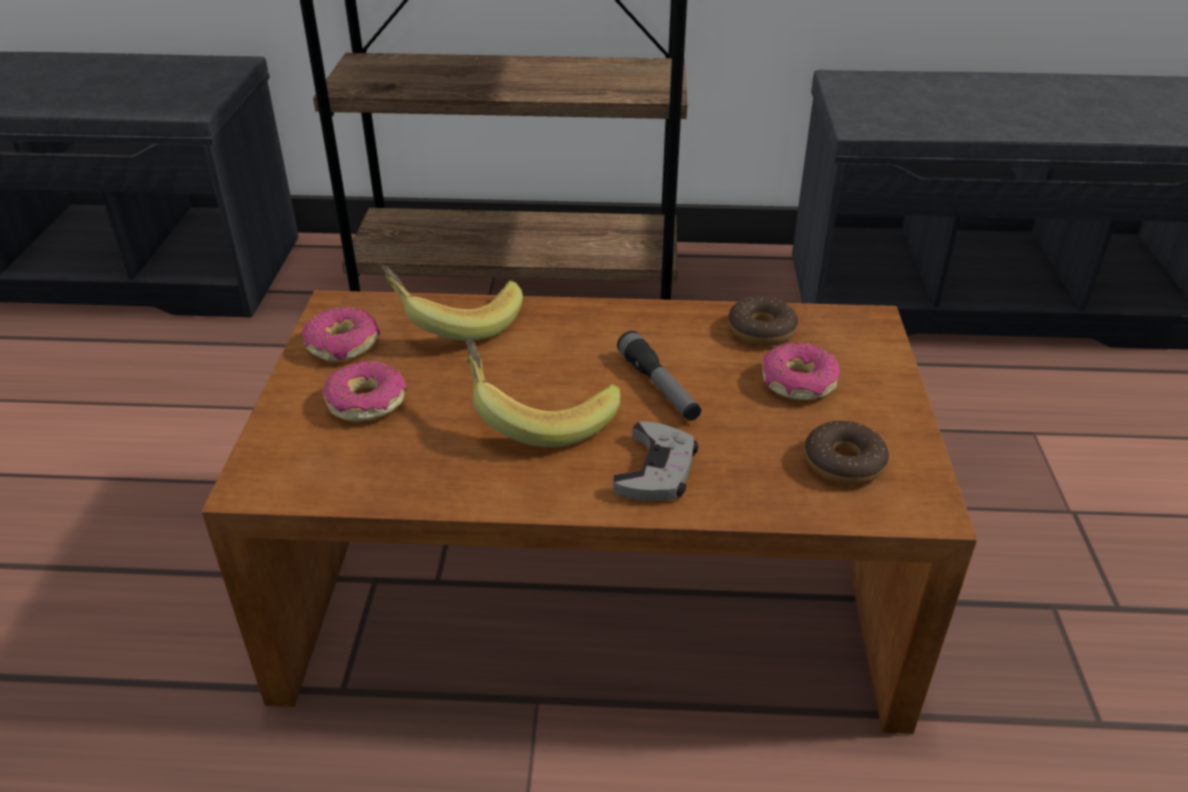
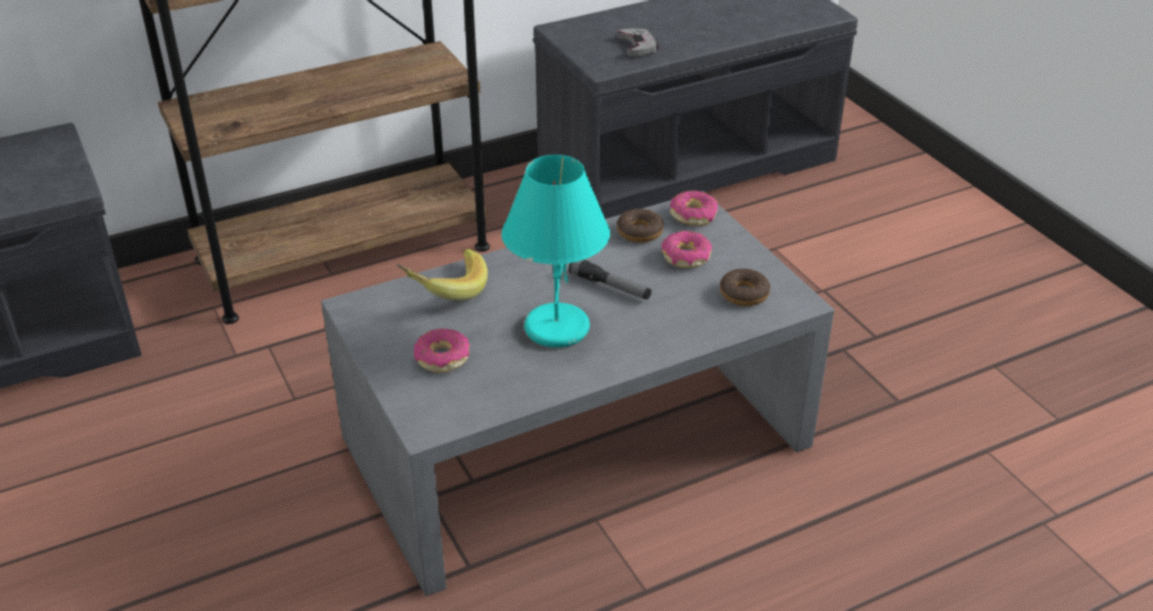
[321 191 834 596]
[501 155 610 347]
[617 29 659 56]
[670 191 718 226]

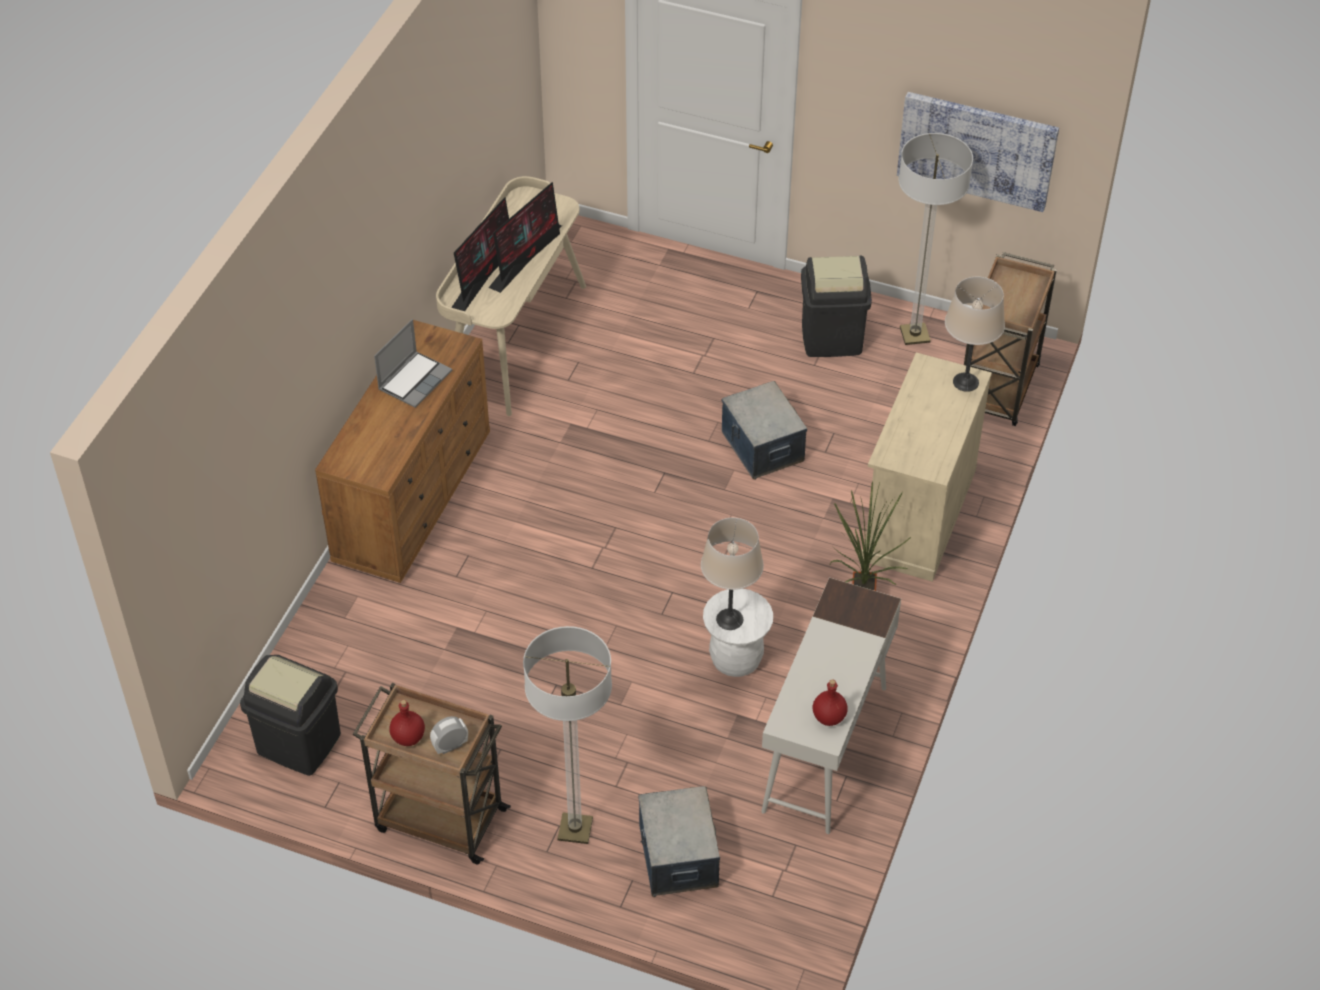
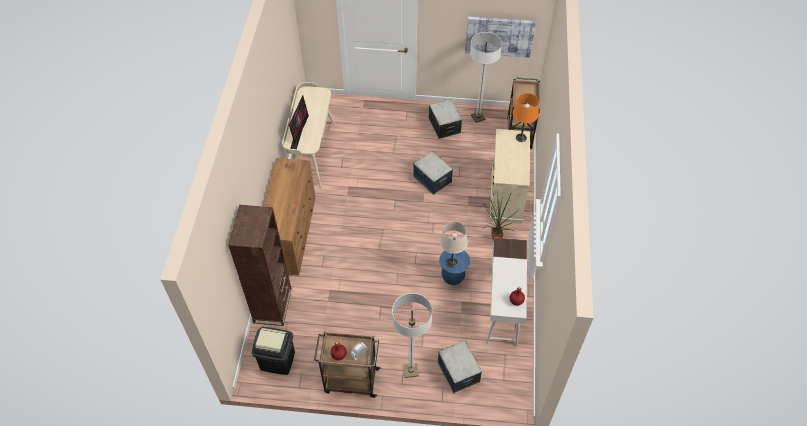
[228 205 292 326]
[429 99 462 139]
[439 250 470 285]
[513 93 539 142]
[374 319 452 408] (first image)
[489 182 562 293] (first image)

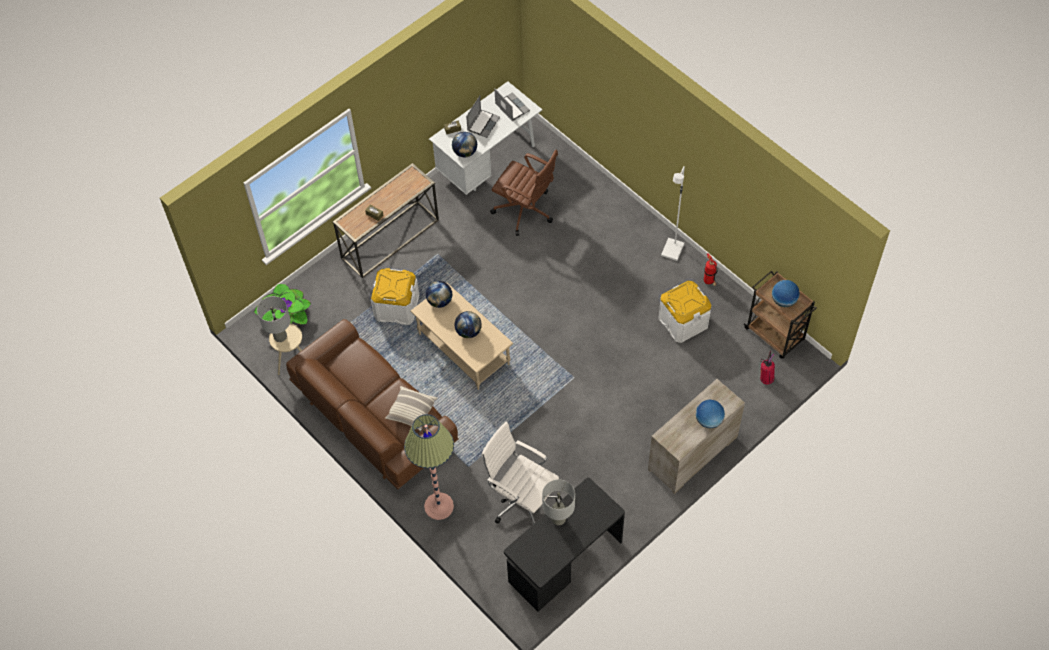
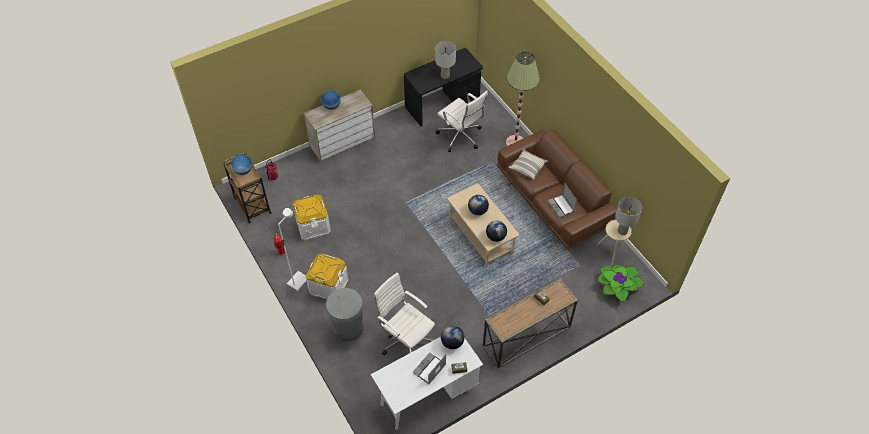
[306 254 348 300]
[325 288 364 342]
[374 272 435 355]
[548 184 578 218]

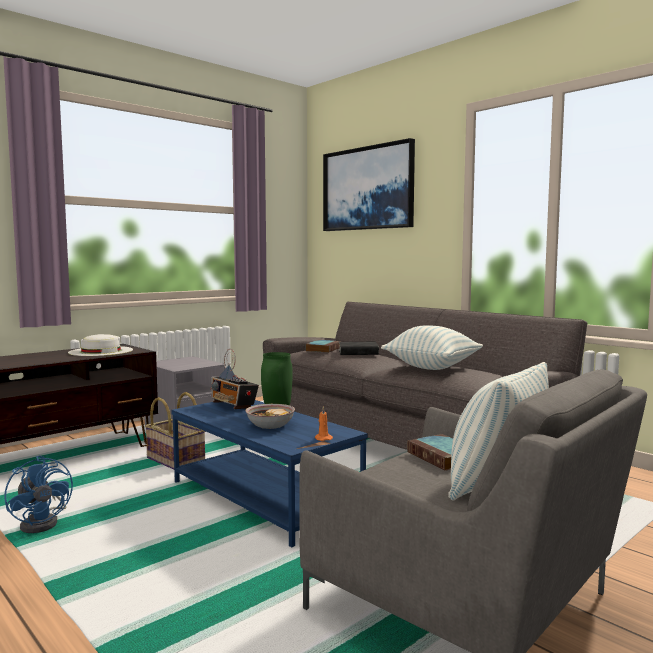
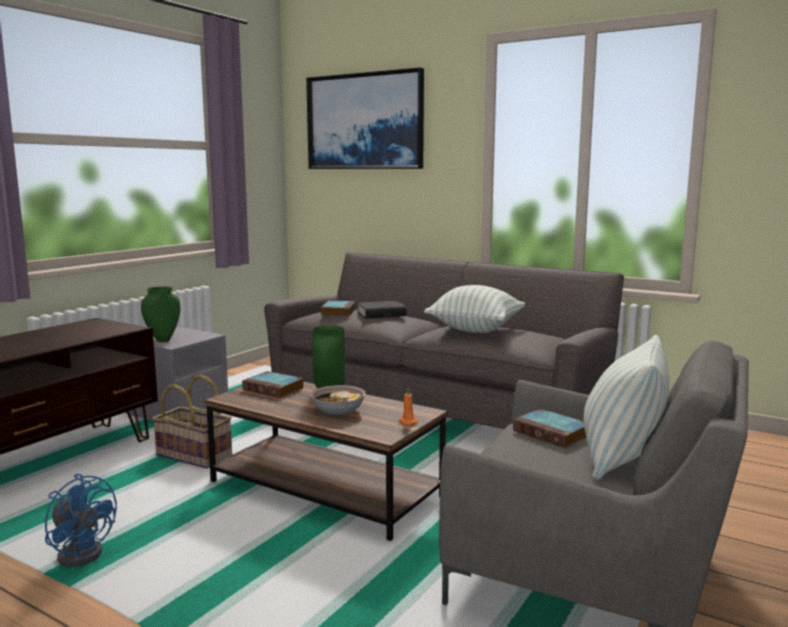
[141 286 181 342]
[205 381 447 541]
[242 371 304 398]
[68 334 133 356] (first image)

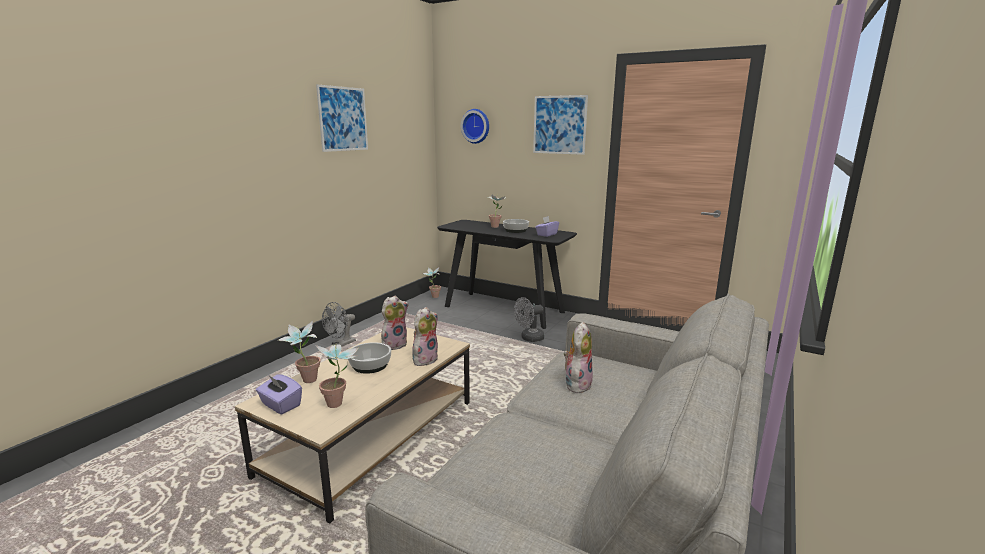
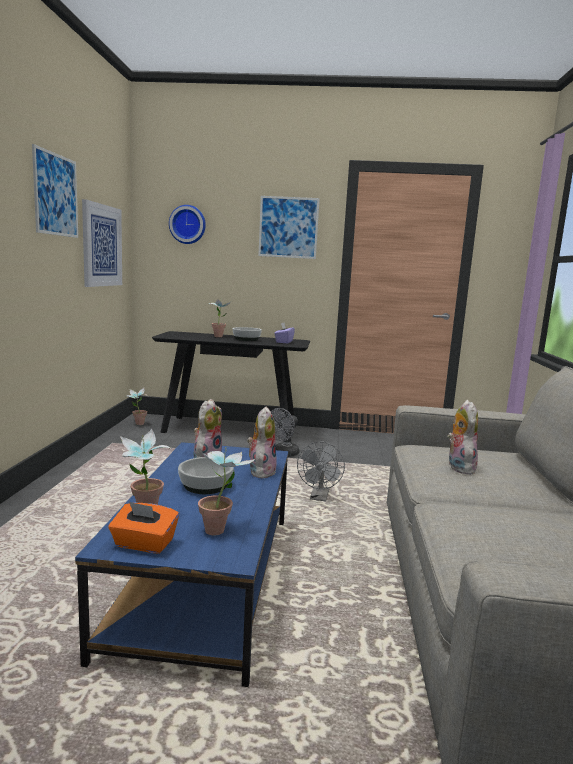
[75 442 288 687]
[82 199 122 287]
[109 502 179 554]
[297 441 345 501]

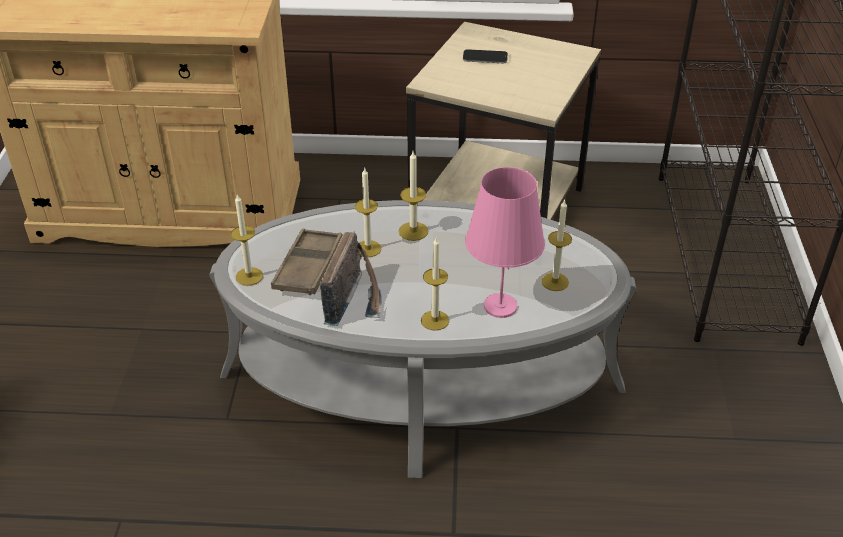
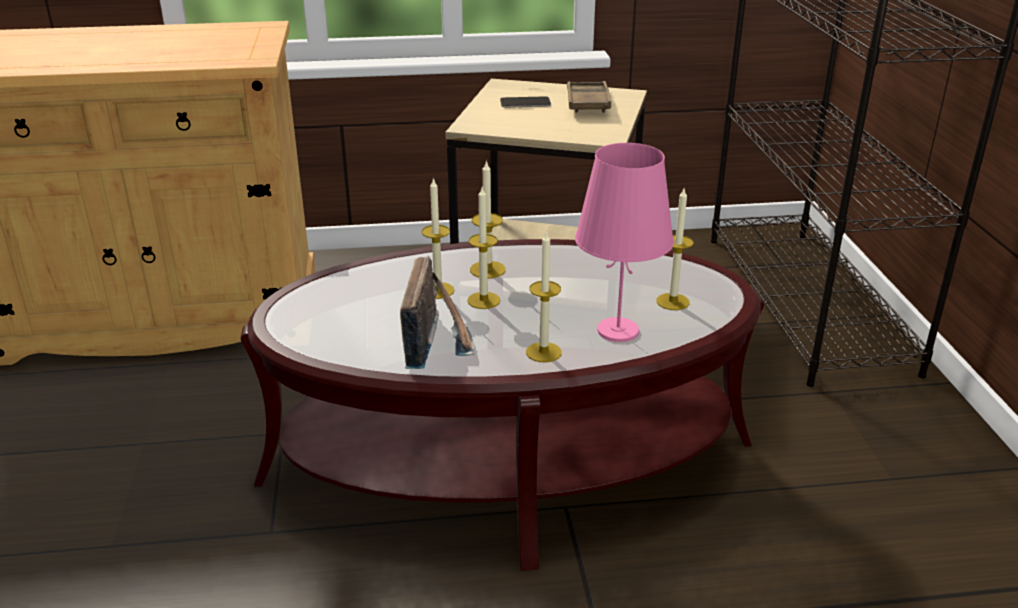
[241 239 764 571]
[467 188 500 309]
[567 81 611 113]

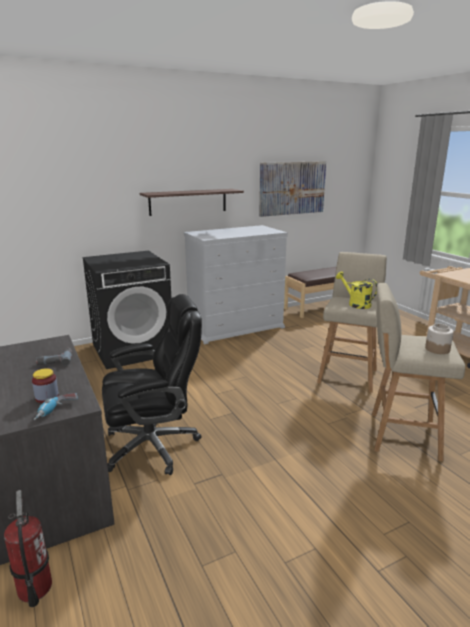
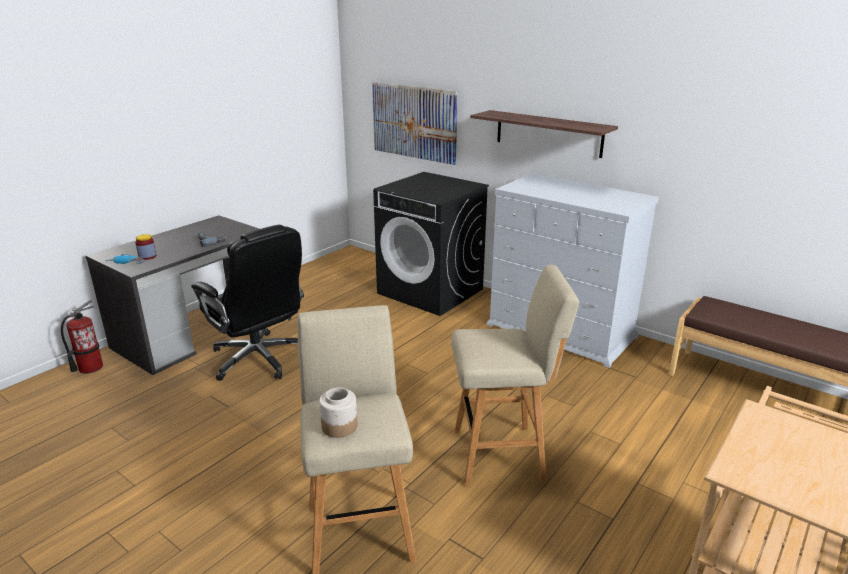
[372 82 458 165]
[336 272 377 309] (first image)

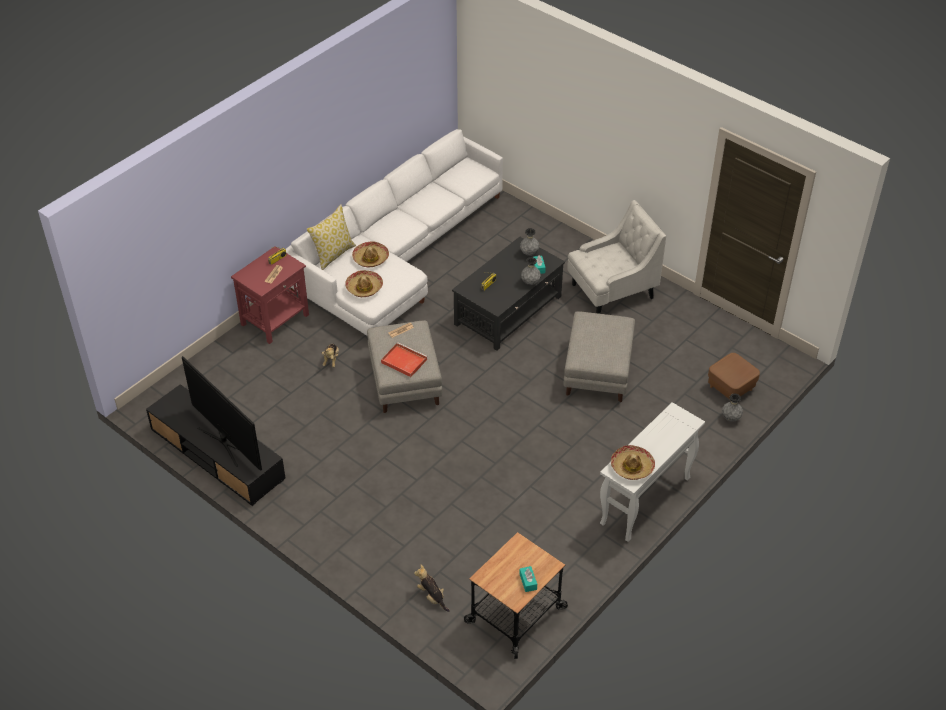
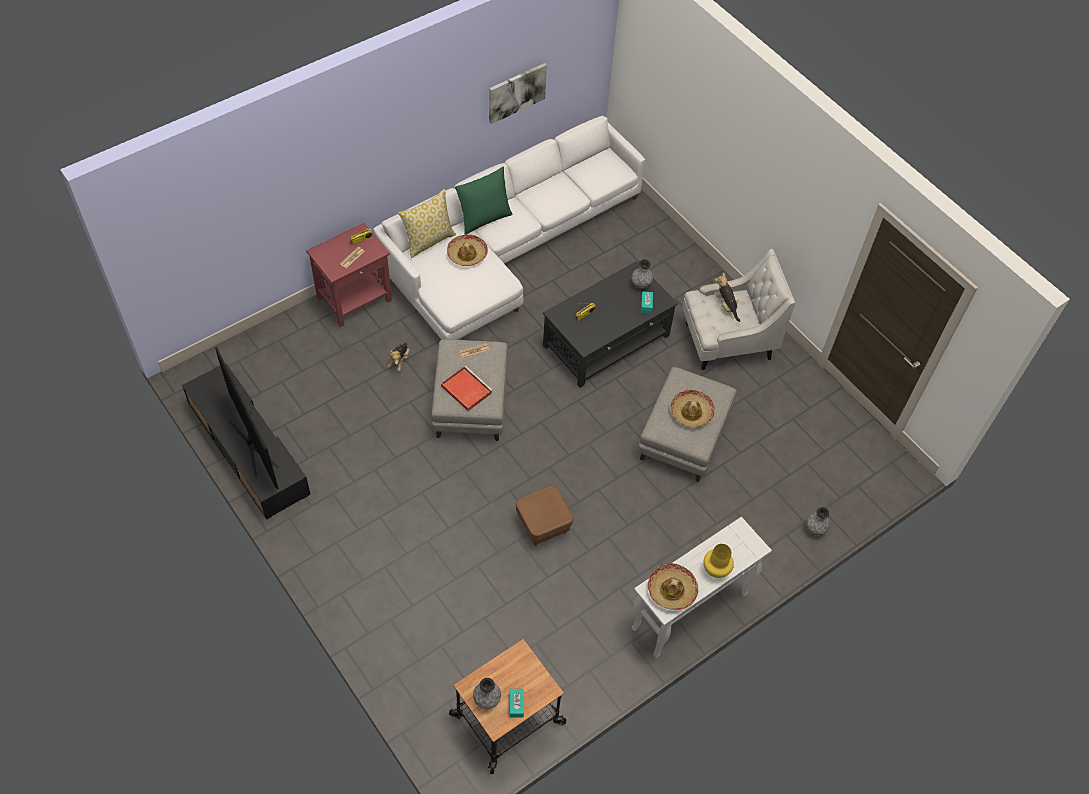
[455 167 513 235]
[473 678 501 709]
[489 63 547 124]
[516 486 573 546]
[671 390 715 428]
[704 544 734 578]
[714 273 740 322]

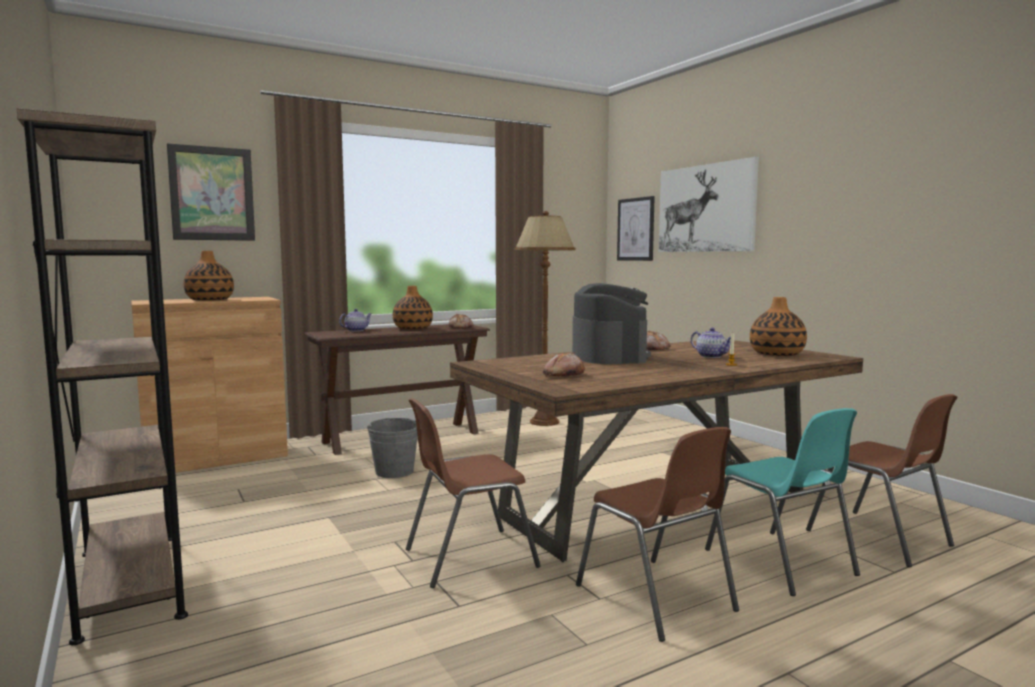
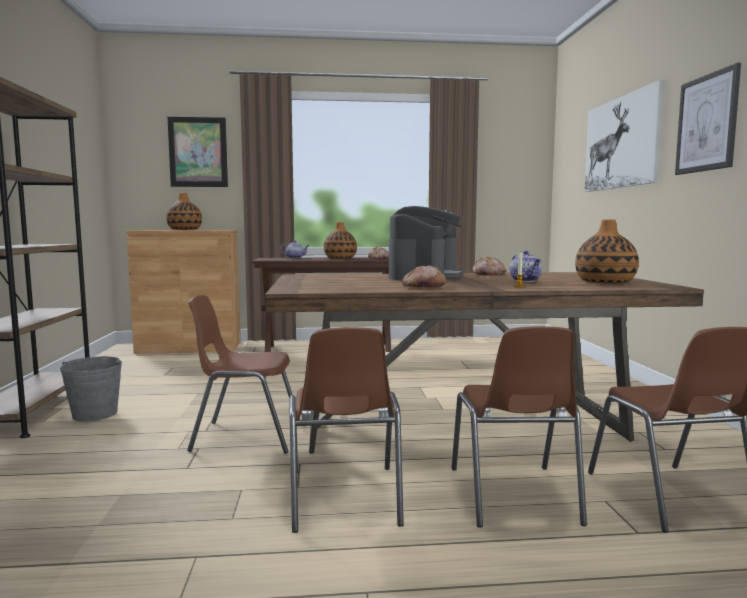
[60 356 122 422]
[402 265 446 287]
[452 326 587 527]
[675 63 741 175]
[515 211 576 426] (first image)

